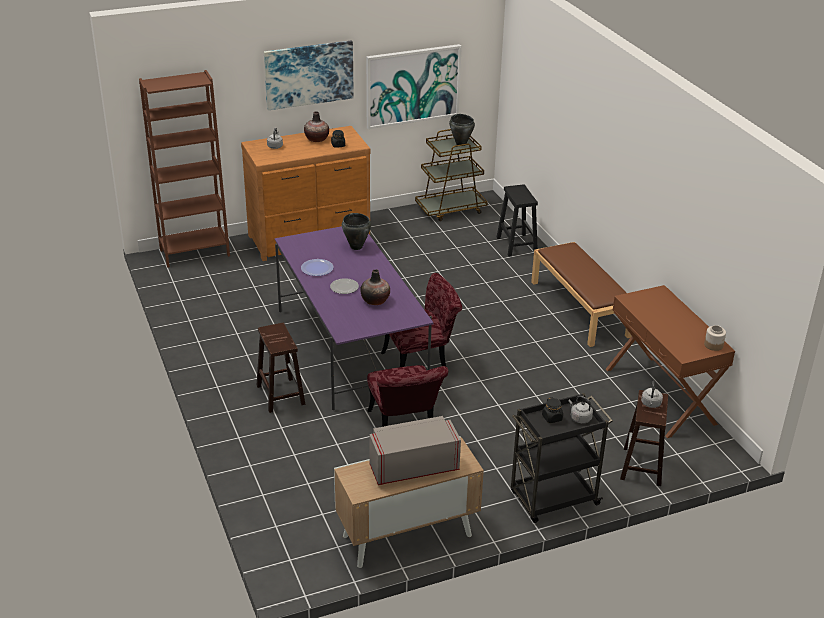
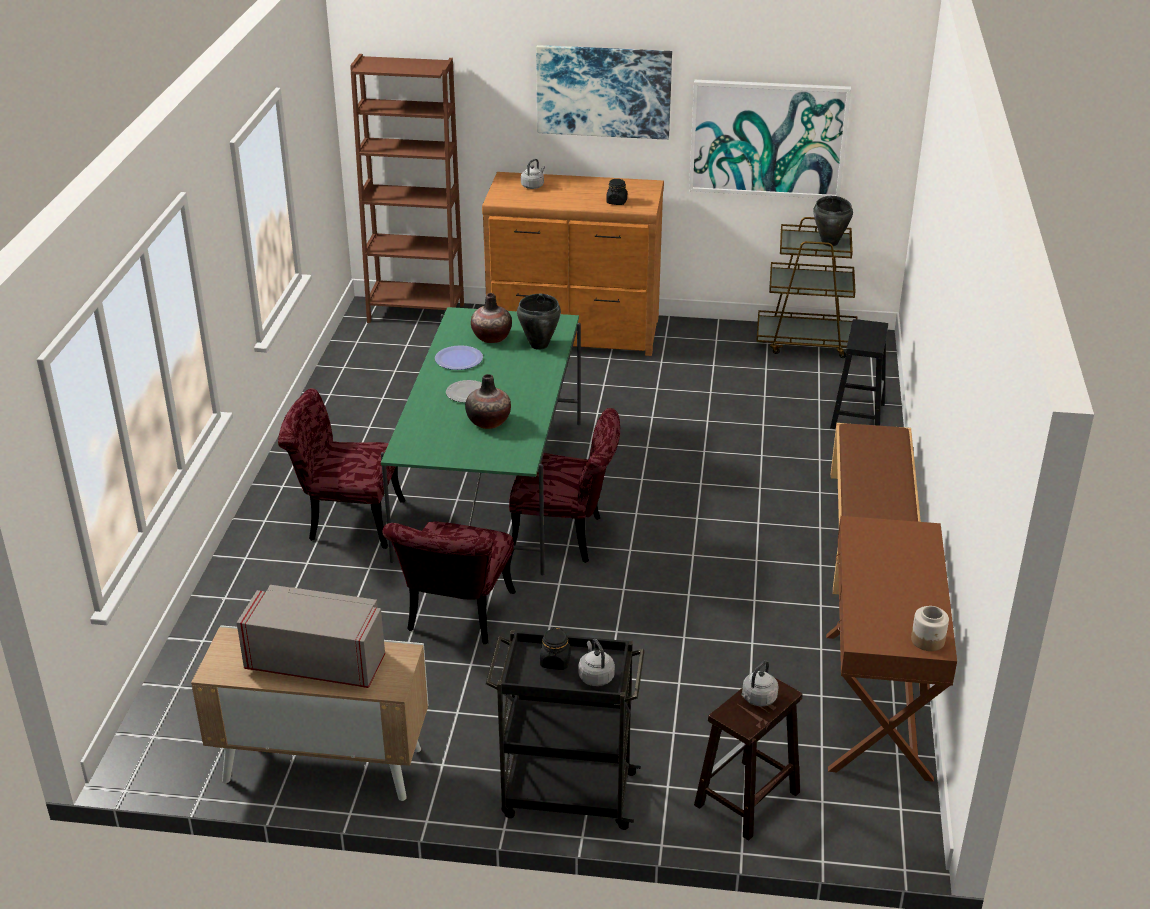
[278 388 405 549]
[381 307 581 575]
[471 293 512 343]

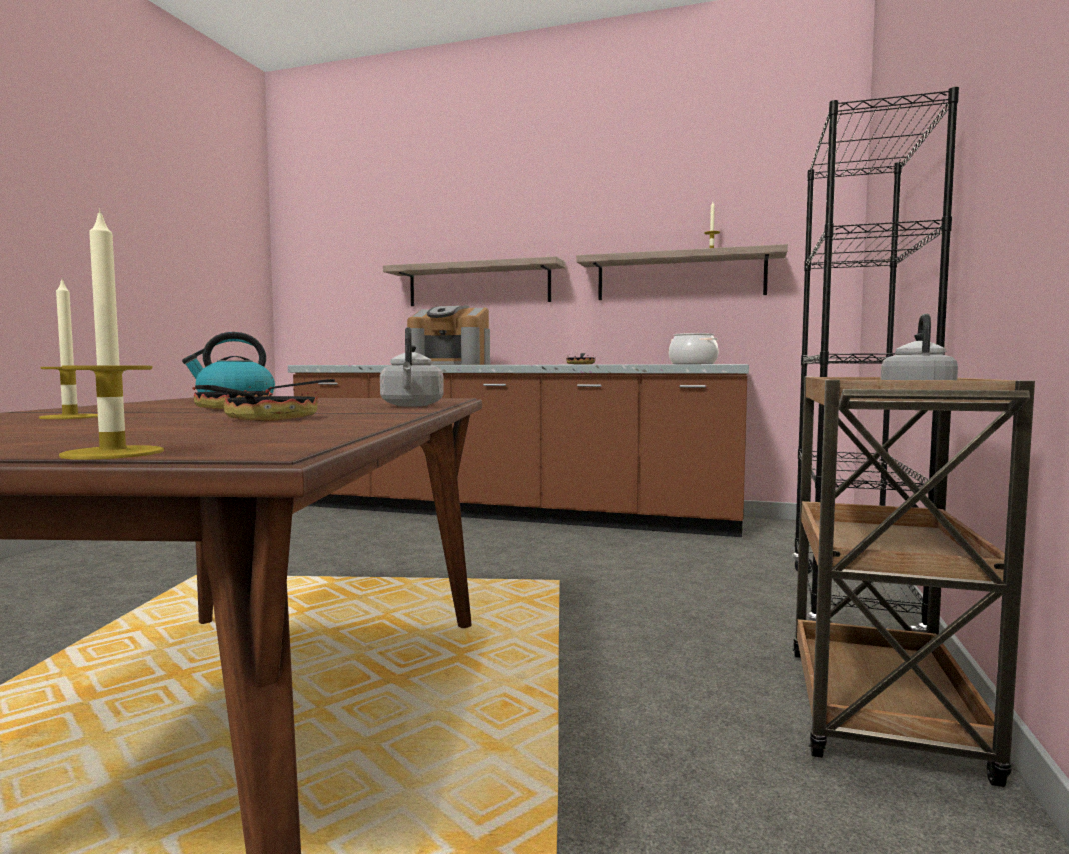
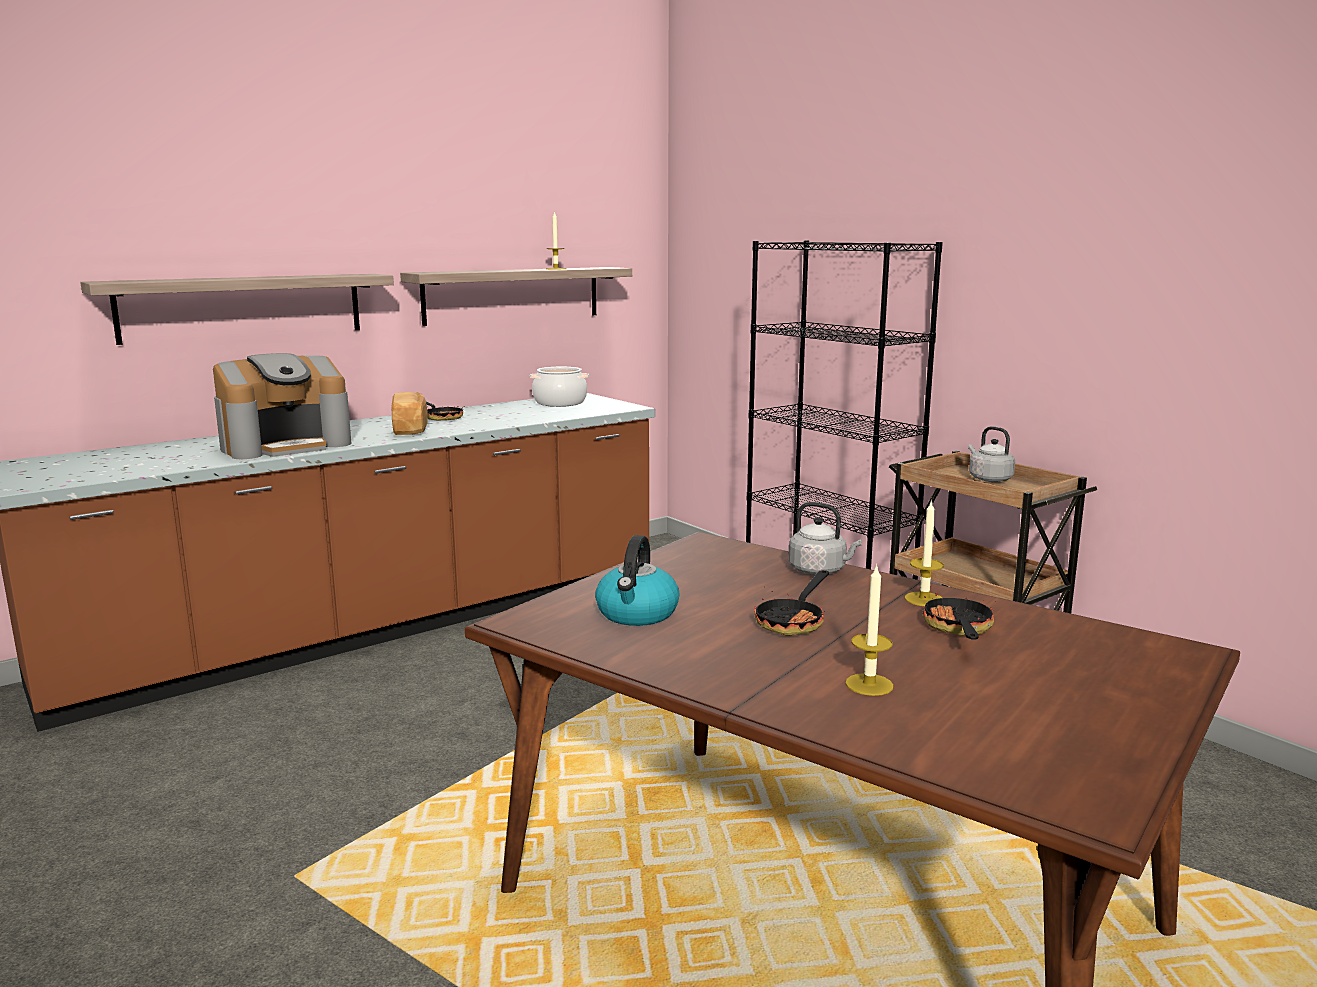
[392 392 427 435]
[905 500 944 606]
[923 583 994 640]

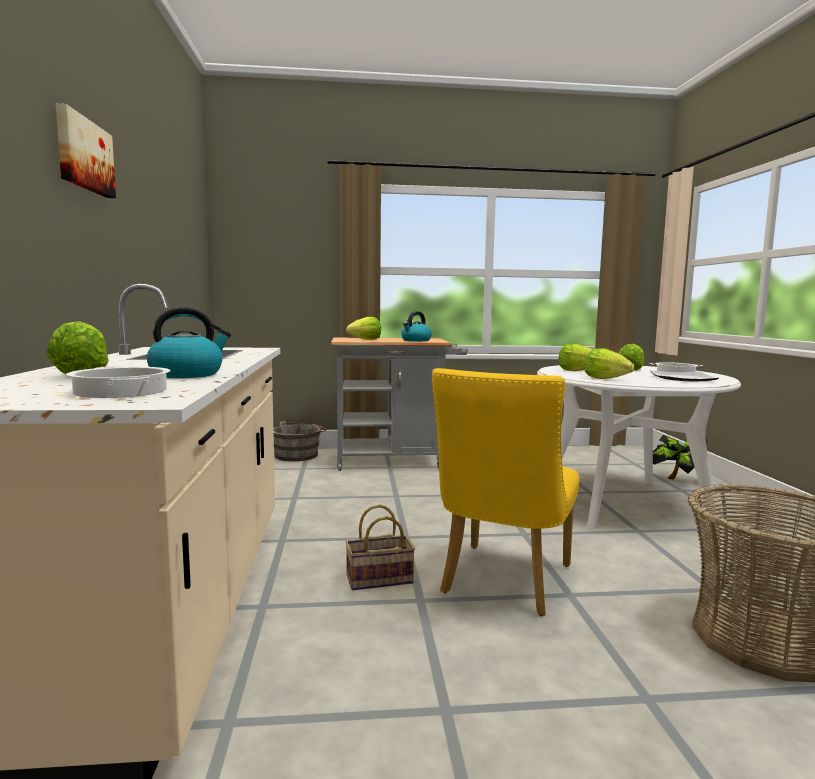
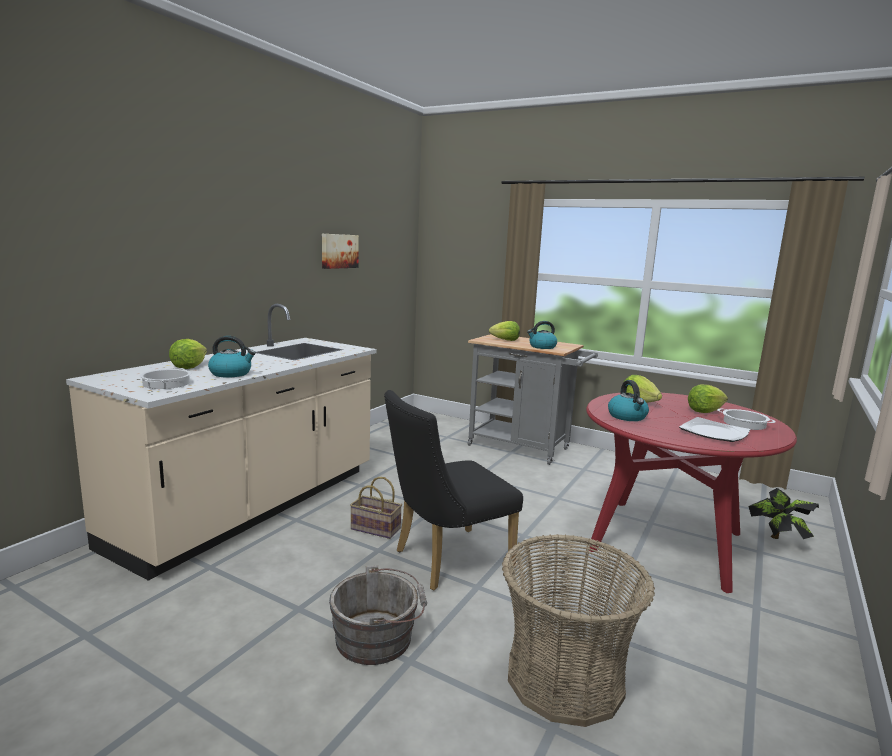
[322 234 359 269]
[329 565 427 665]
[384 390 523 591]
[586 393 797 593]
[608 380 649 421]

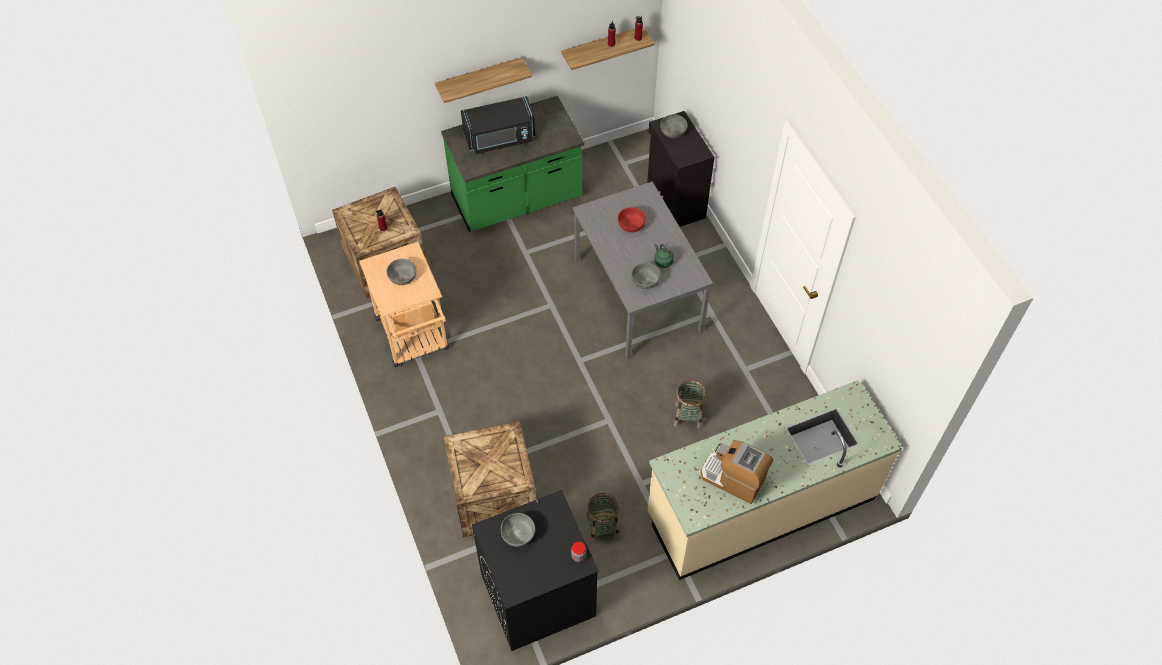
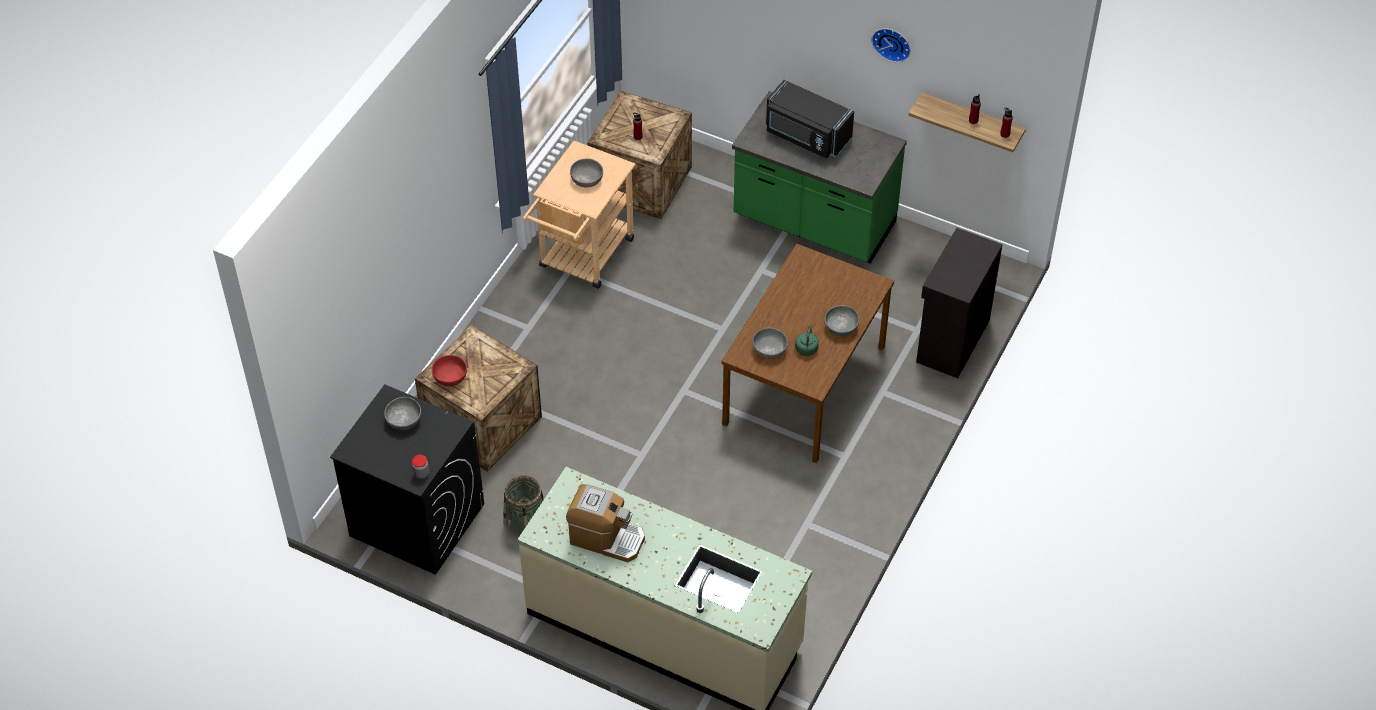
[432 355 467 386]
[566 484 645 562]
[721 244 894 463]
[824 305 859 336]
[872 28 911 62]
[435 57 532 103] (first image)
[674 380 707 429] (first image)

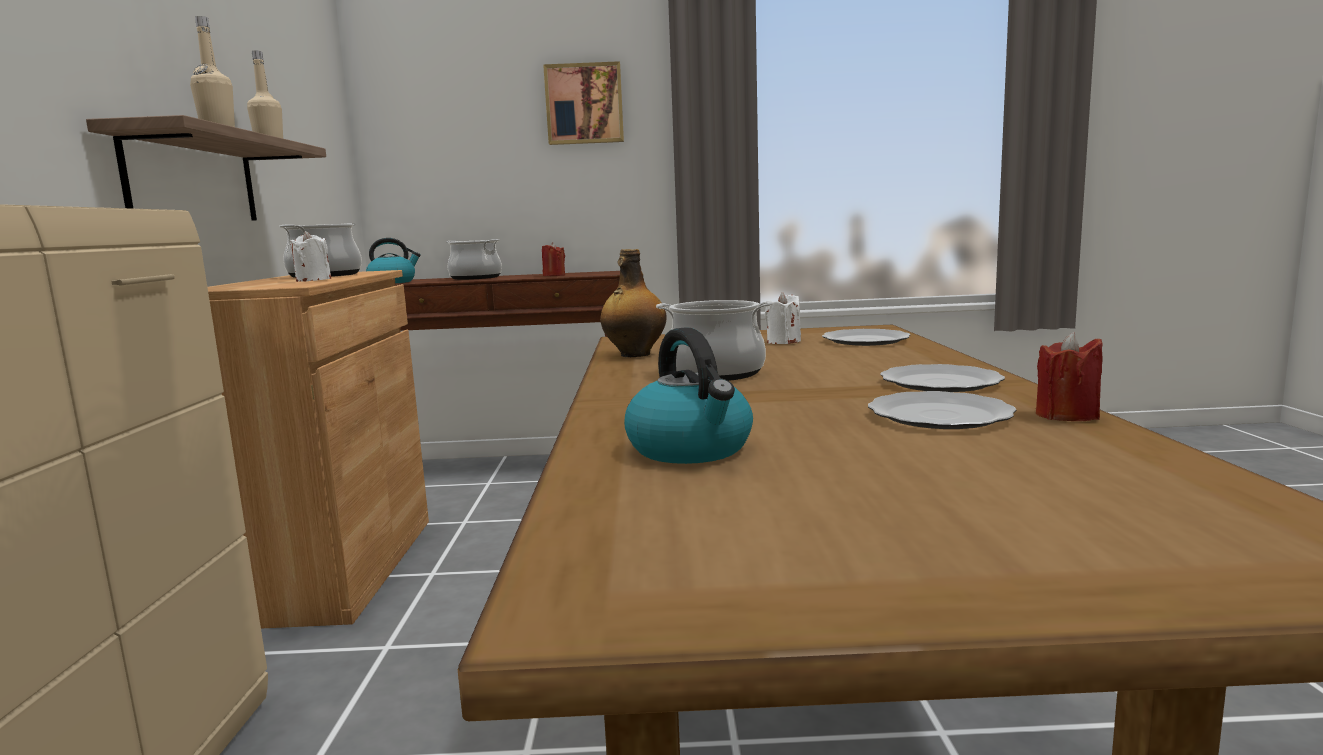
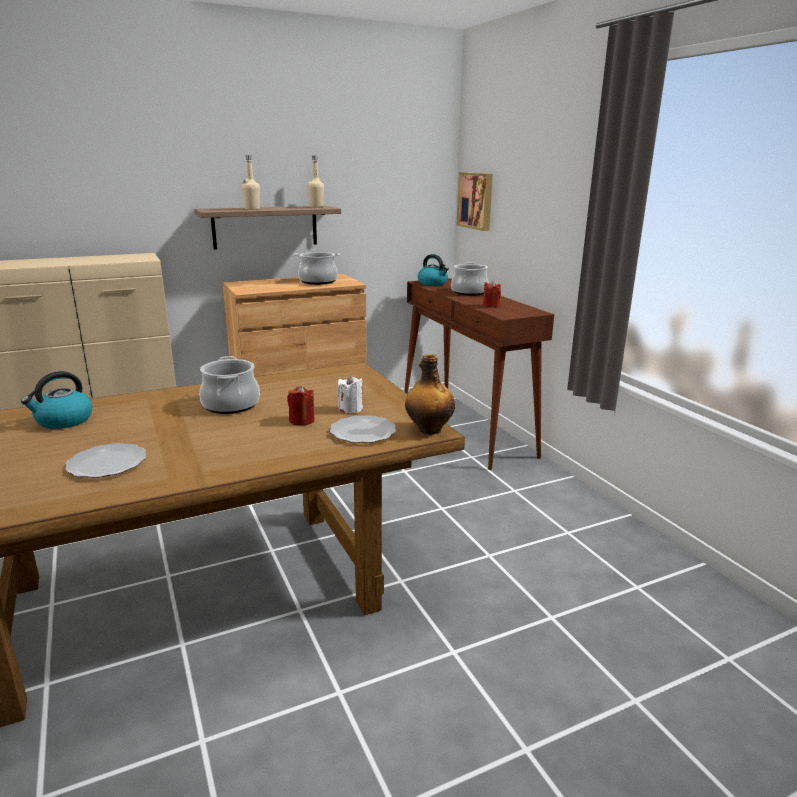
[287 386 314 425]
[405 354 455 434]
[457 172 493 231]
[290 231 331 282] (first image)
[880 364 1005 392] (first image)

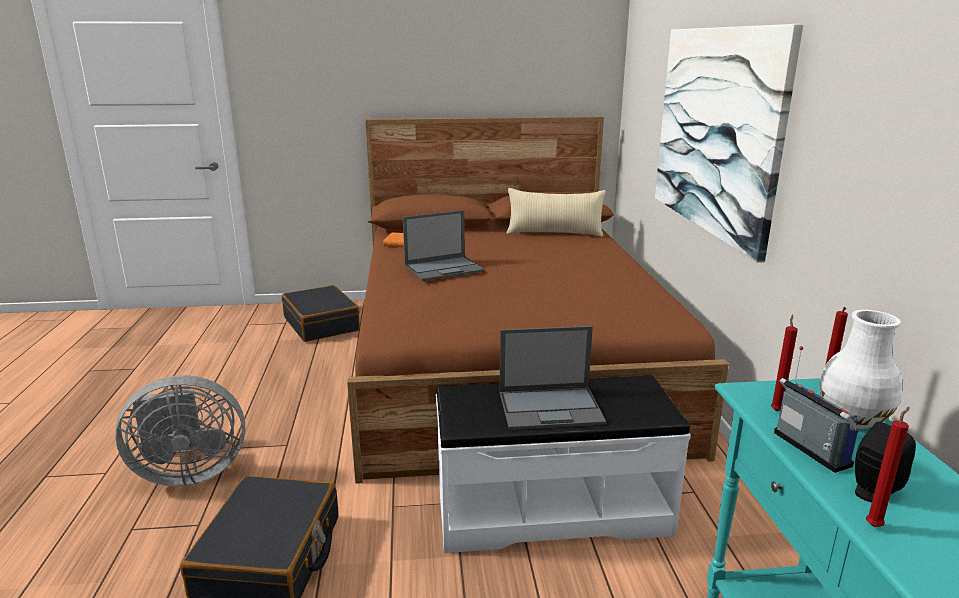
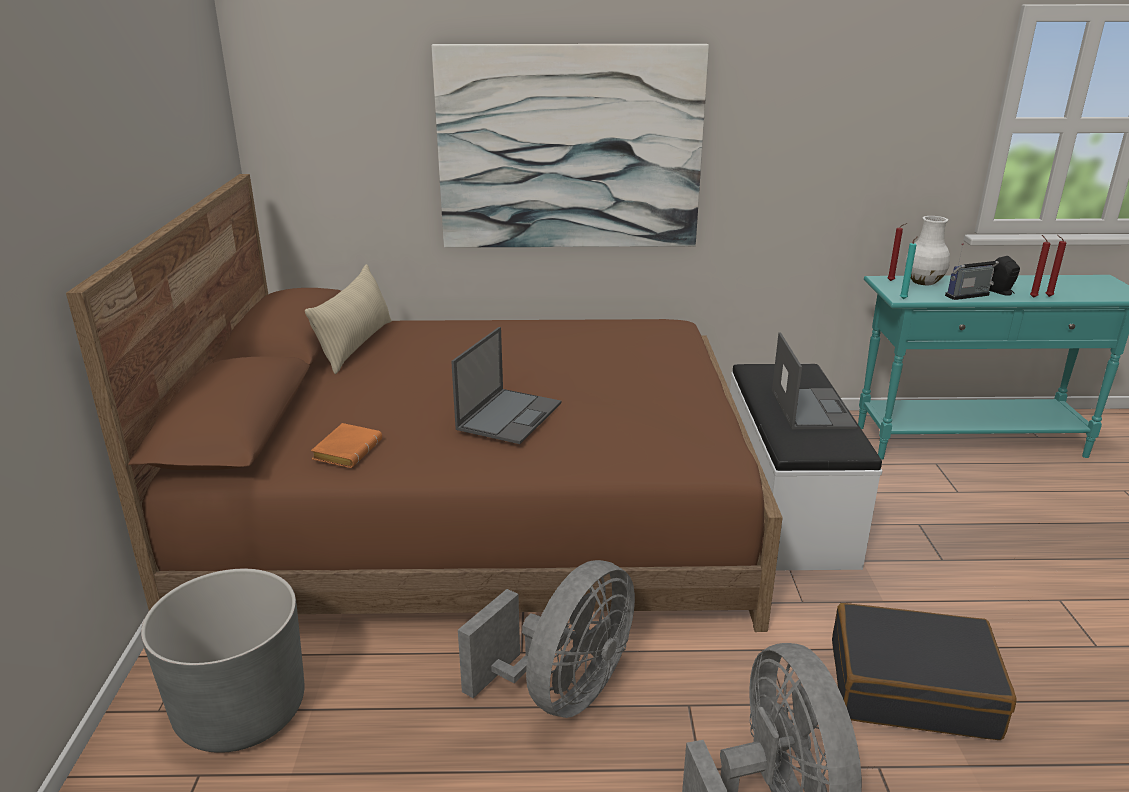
[141 569 304 753]
[451 327 561 444]
[458 560 635 718]
[900 236 918 299]
[1046 235 1067 297]

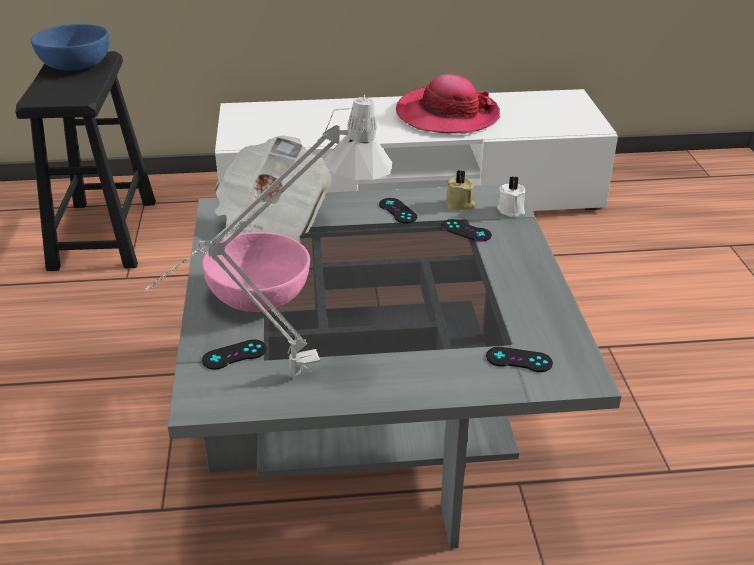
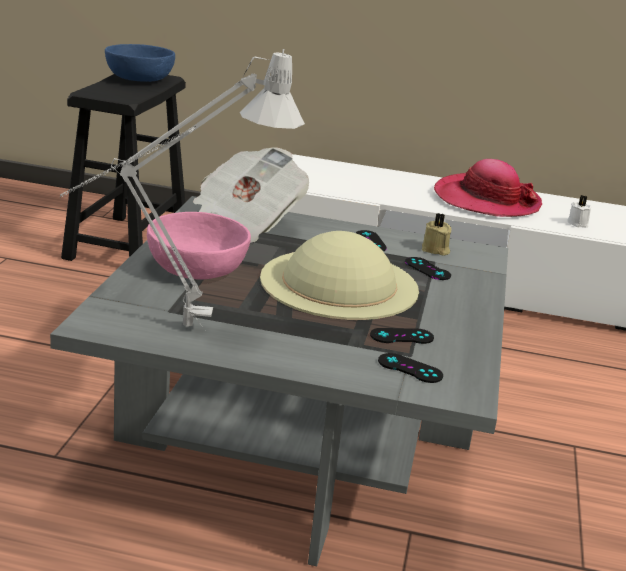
[260 231 419 320]
[370 328 434 344]
[567 195 591 228]

